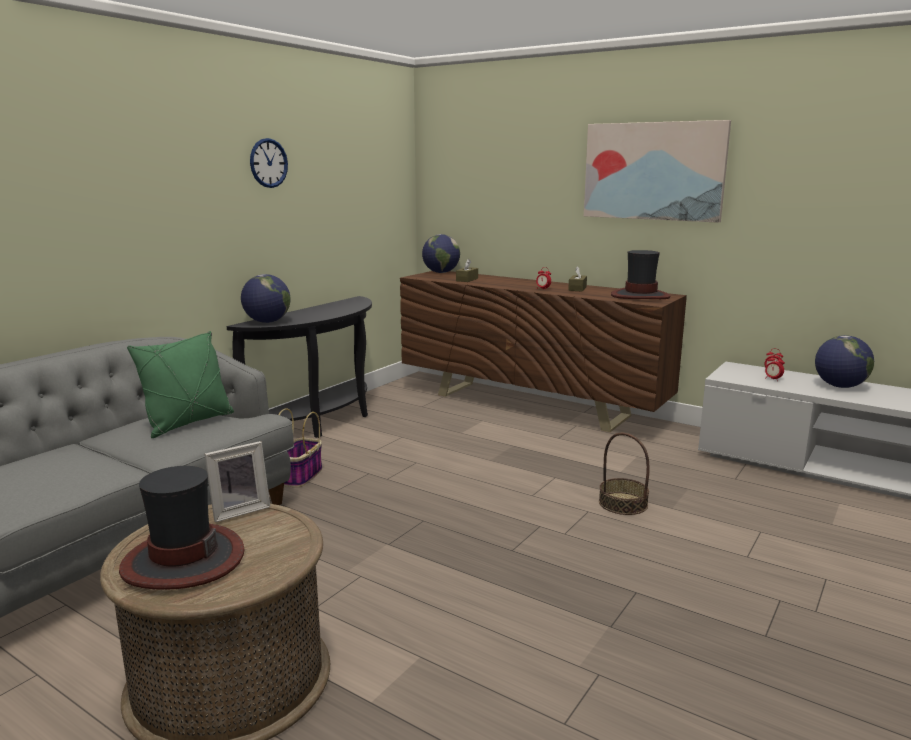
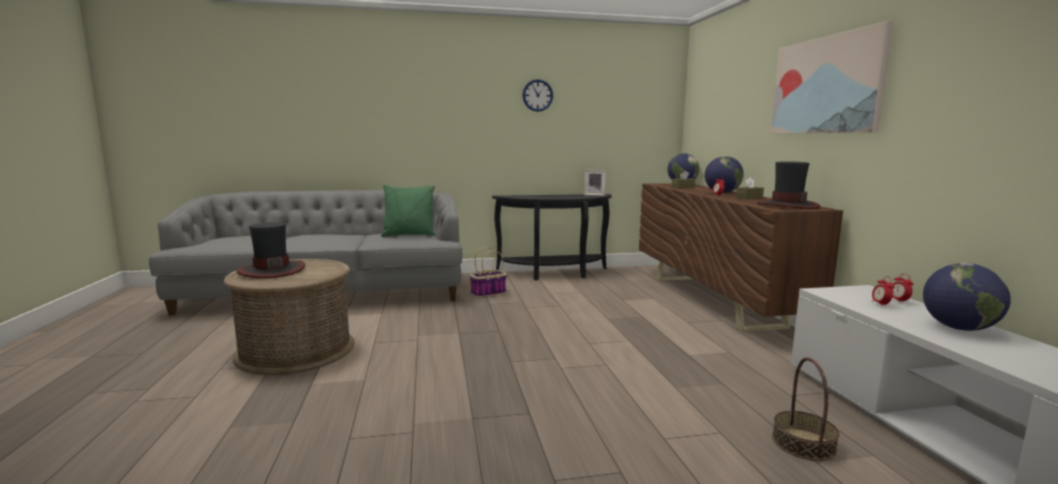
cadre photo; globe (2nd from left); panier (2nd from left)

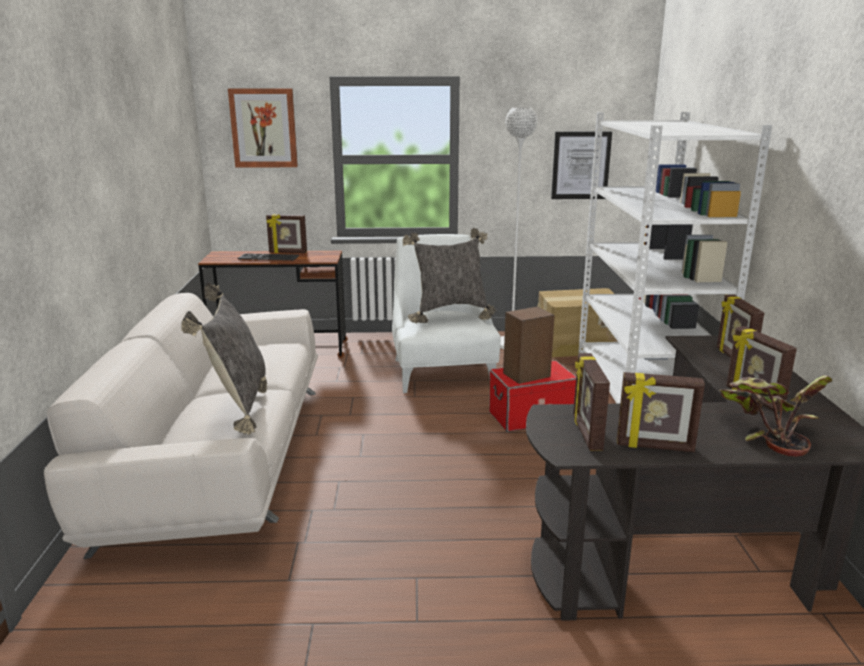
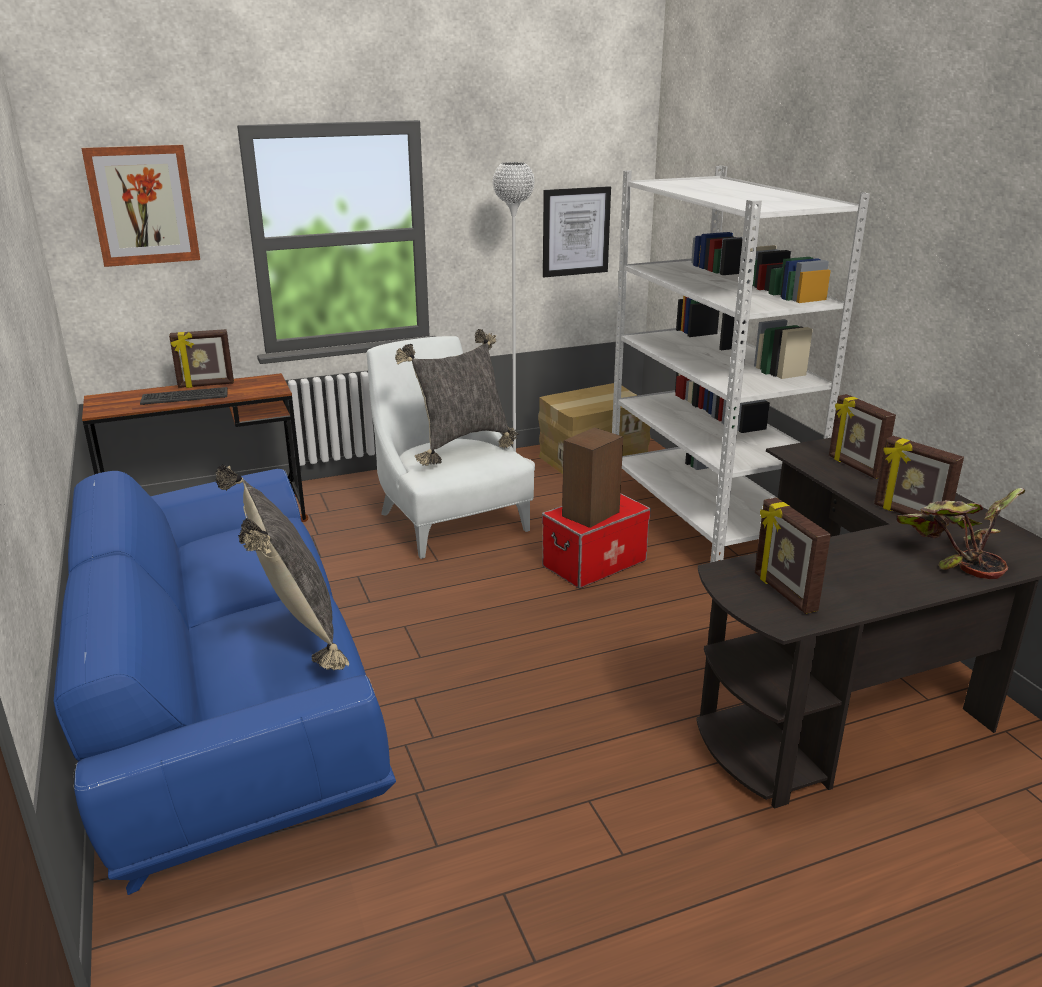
canapé (bleu); cadre photo (3rd from left in the first image)

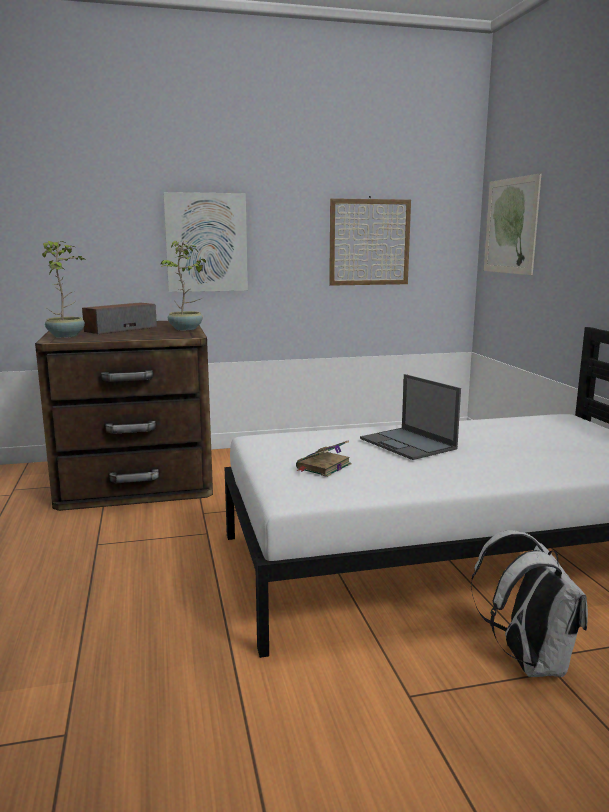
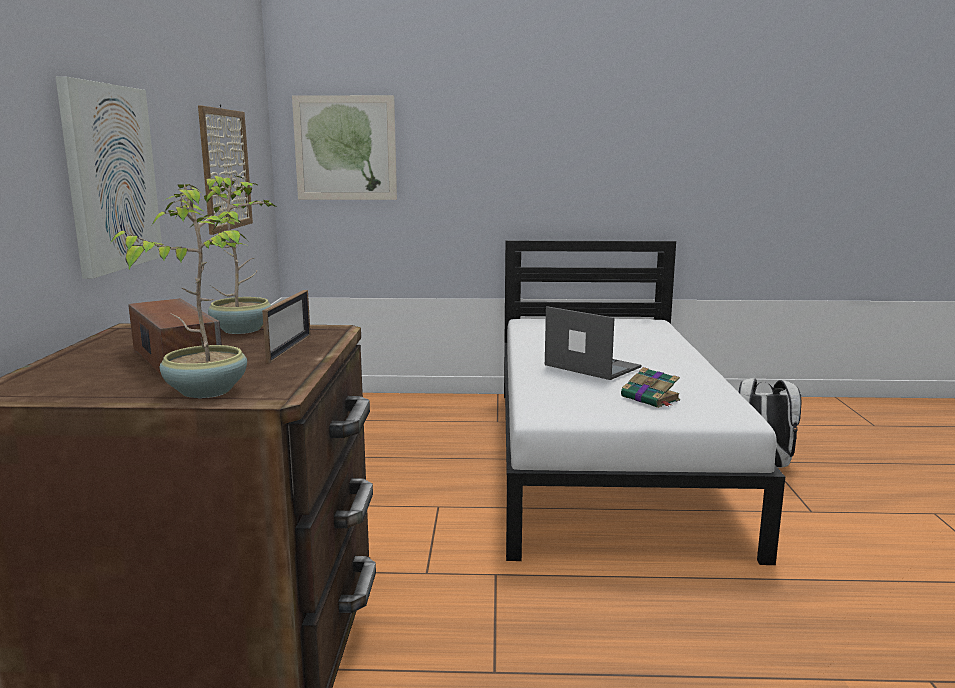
cadre photo; ordinateur portable

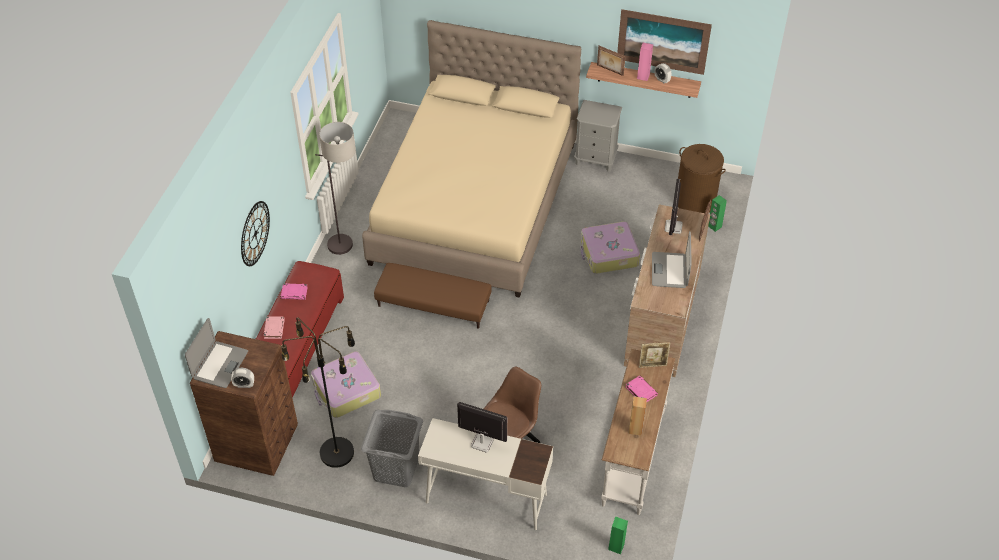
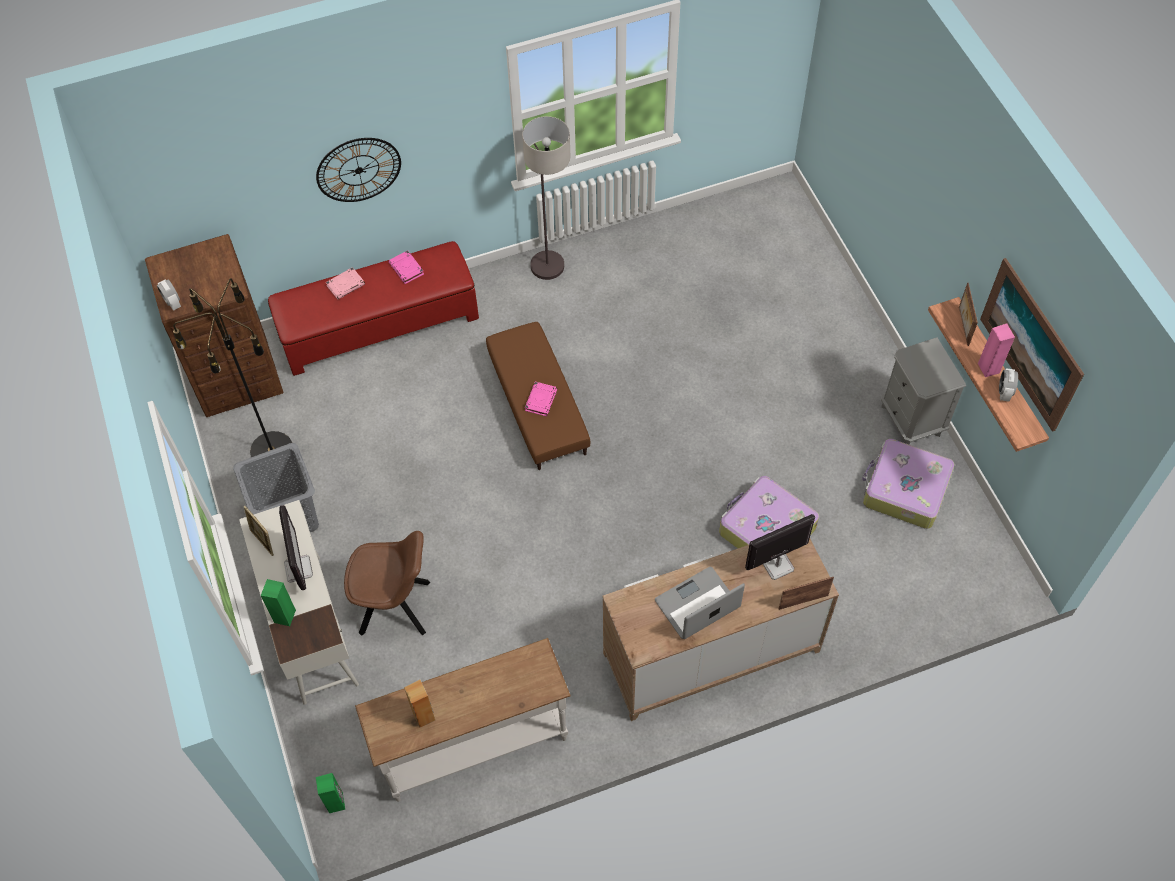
cadre photo (1st from left); enceinte (vert) (1st from left); livre (rose) (3rd from left); valise (2nd from left); ordinateur portable (1st from left in the first image); lit (beige); panier à linge (marron)

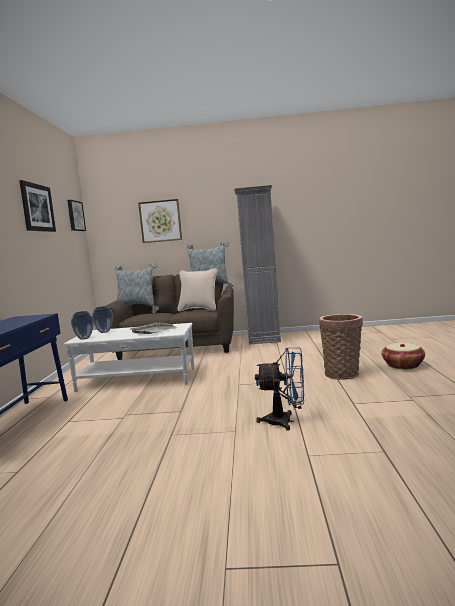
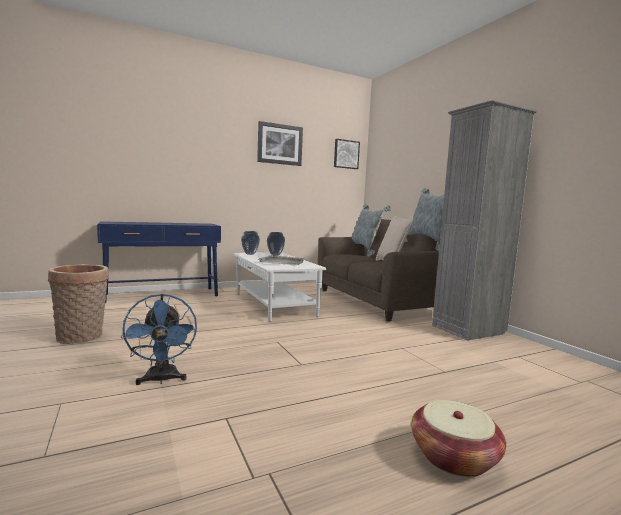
panier (1st from left); tableau (3rd from left in the first image)

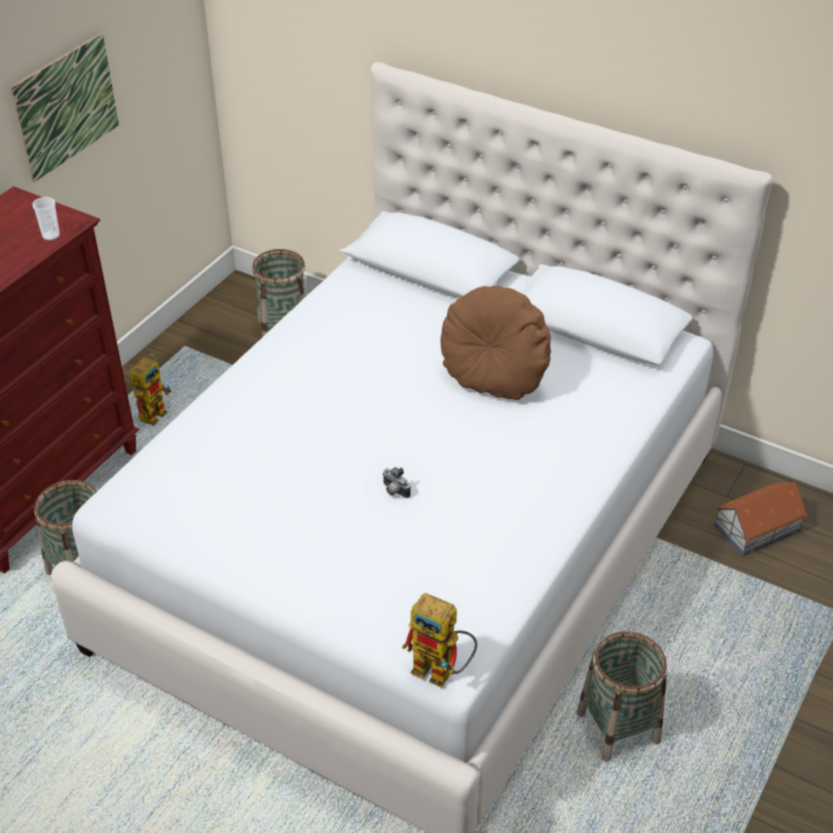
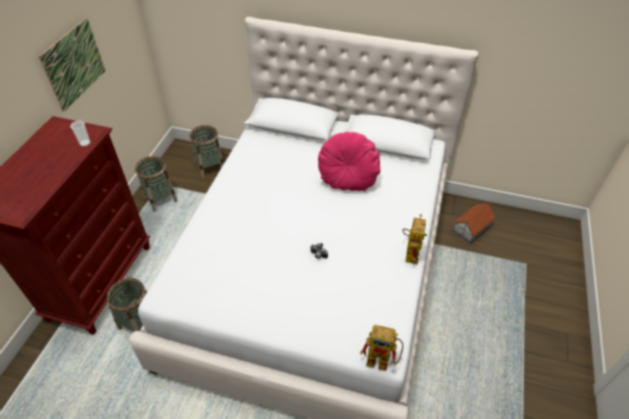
panier (2nd from left); coussin (rose); robot jouet (2nd from left)

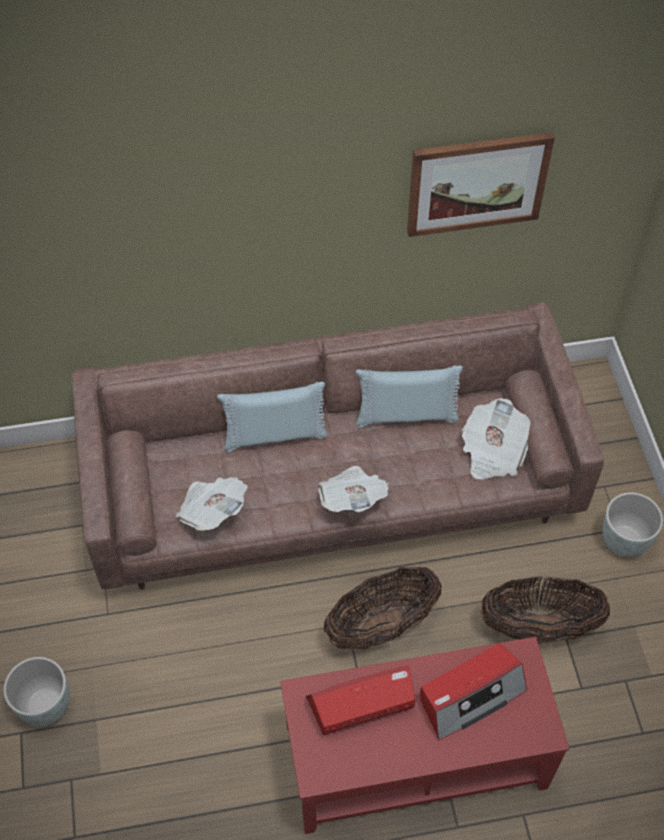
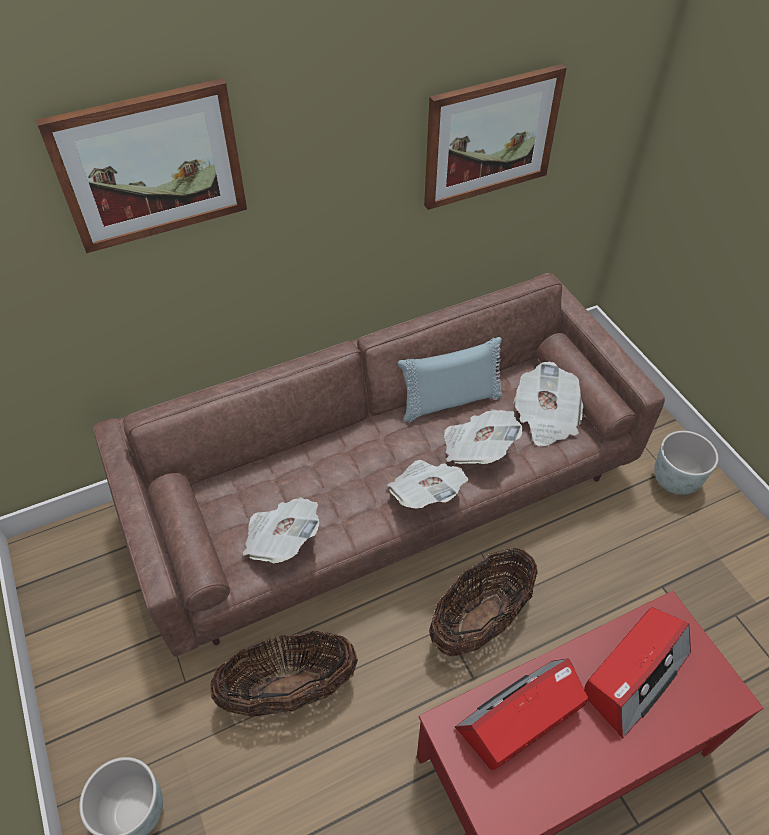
tableau (1st from left); panier (1st from left); journal (3rd from left); coussin (bleu) (1st from left in the first image)

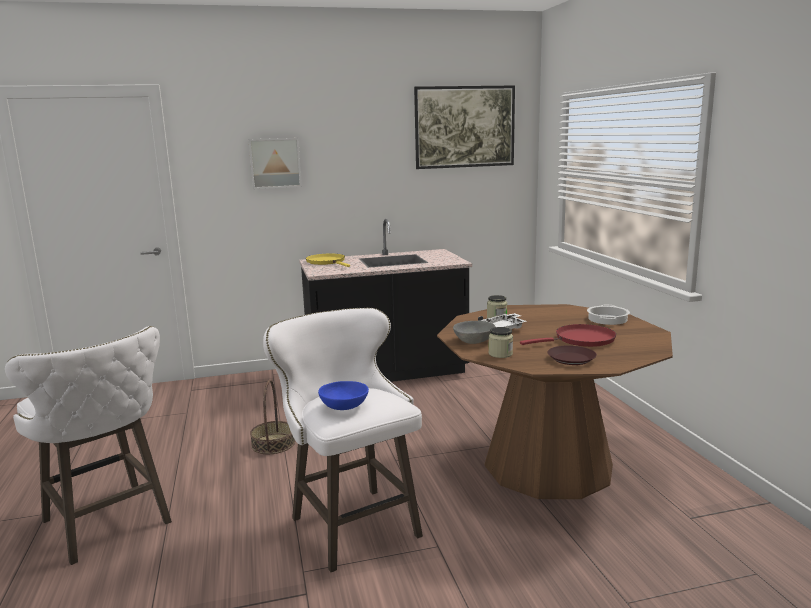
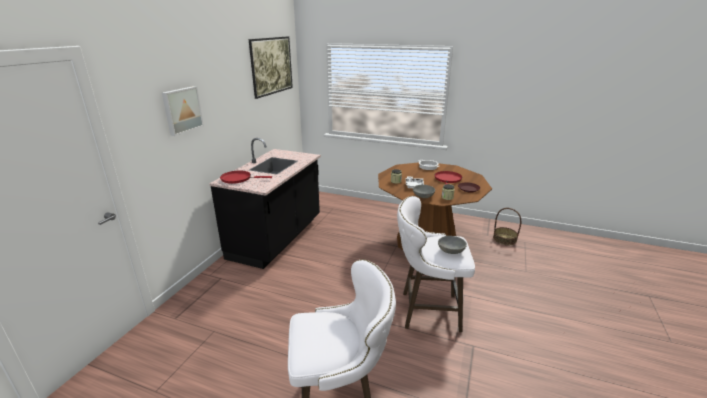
poêle (rouge) (1st from left); bol (gris) (2nd from left); panier

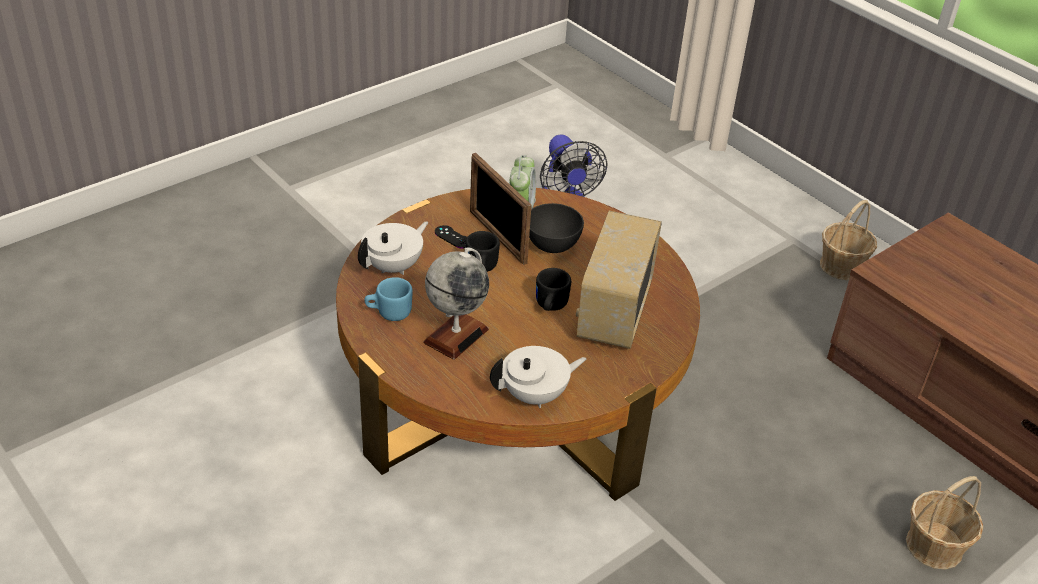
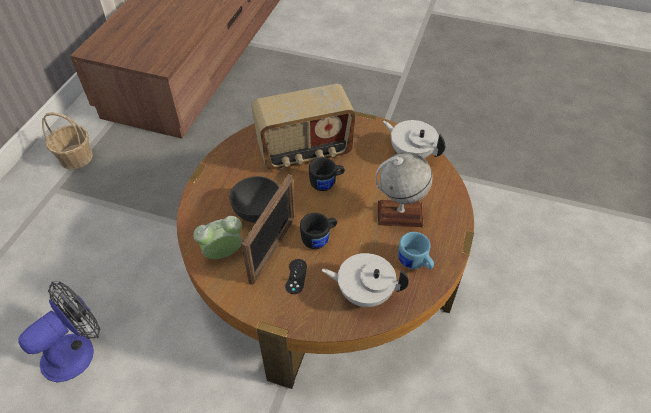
panier (2nd from left in the first image)

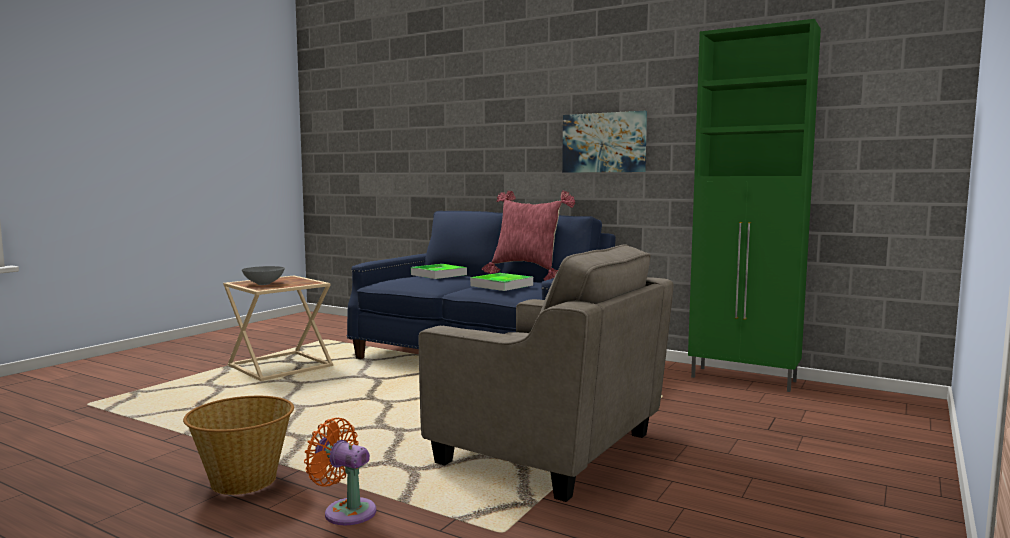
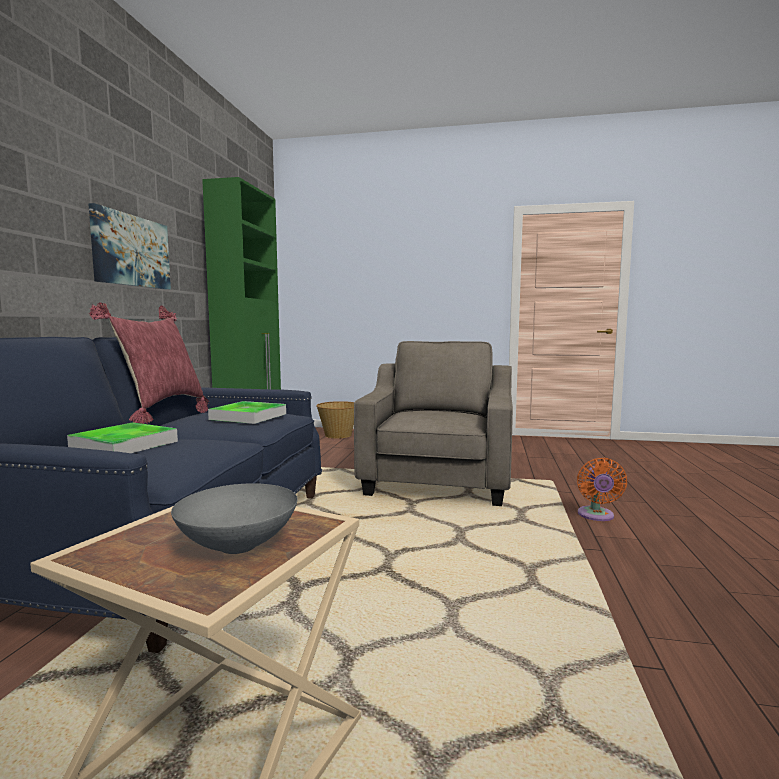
panier

